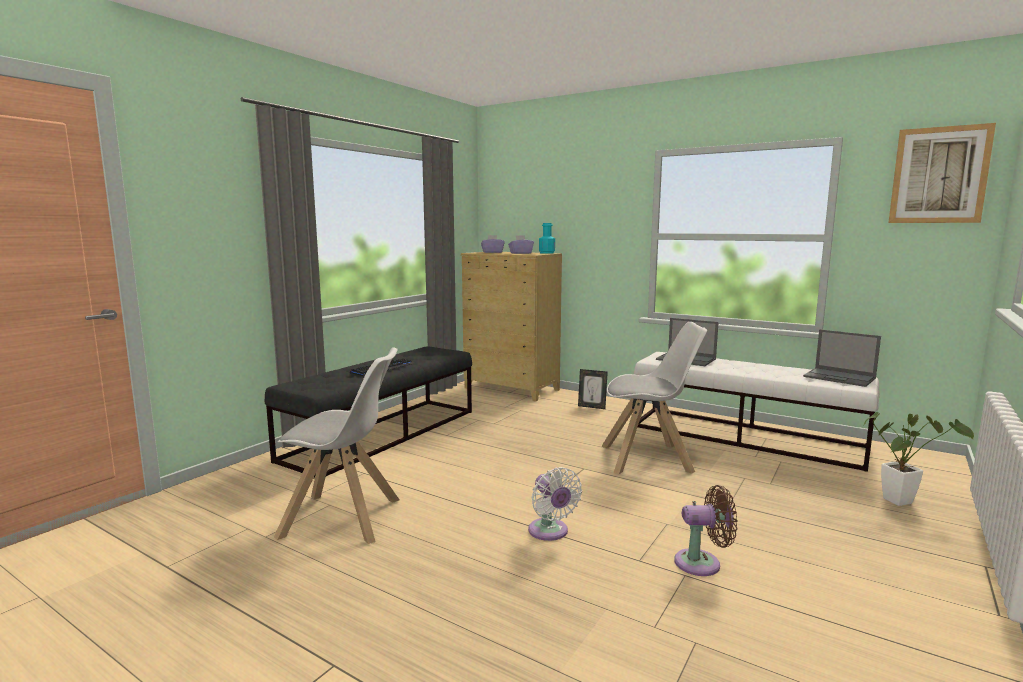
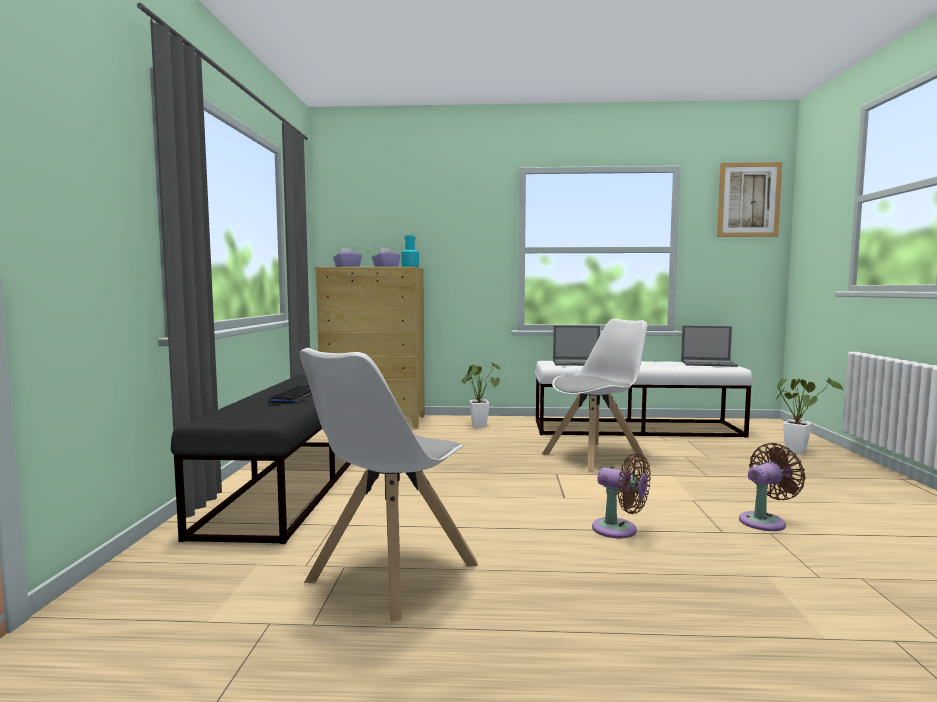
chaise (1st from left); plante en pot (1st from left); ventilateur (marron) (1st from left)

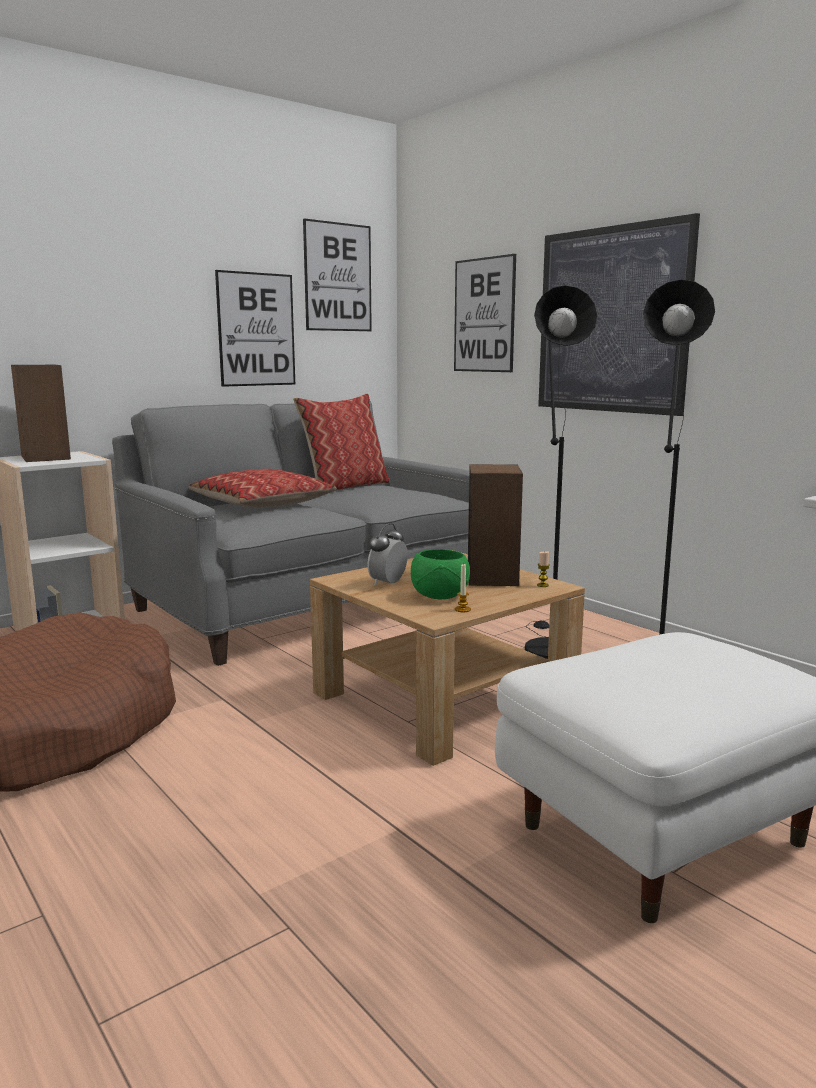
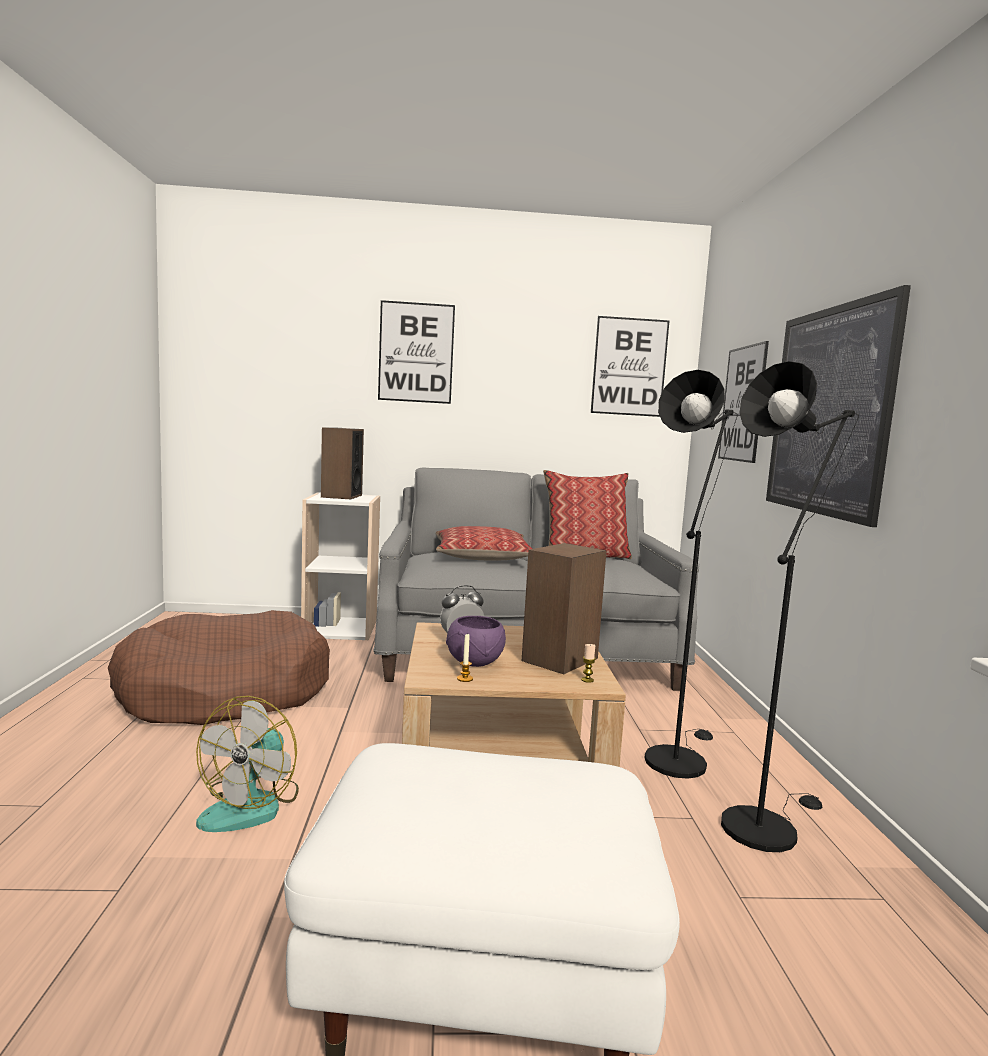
ventilateur; tableau (1st from left); bol (violet)

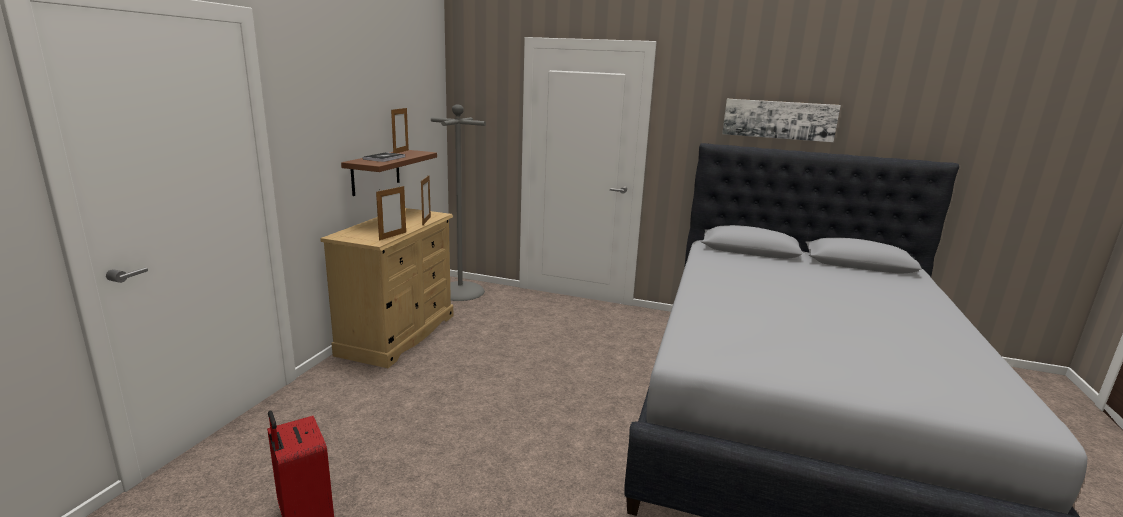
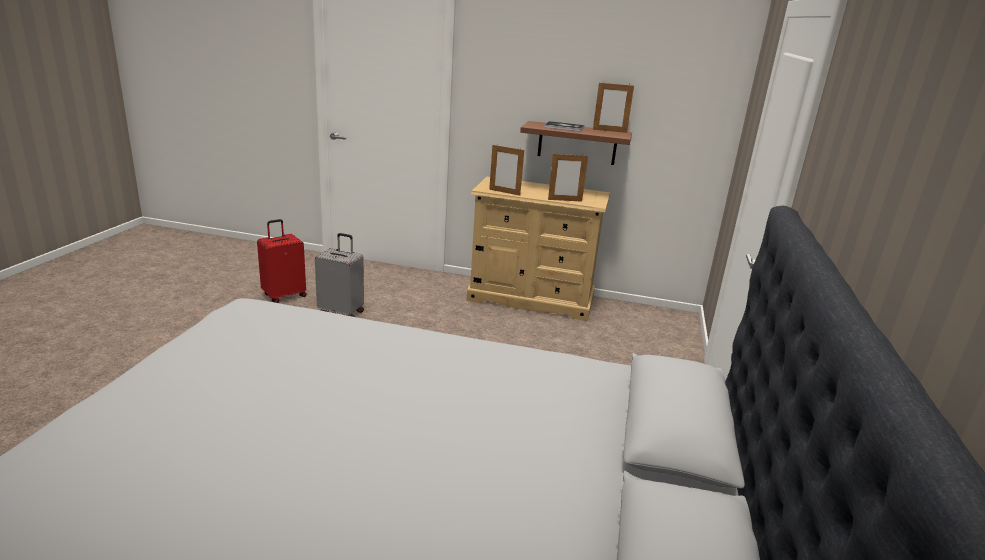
valise (gris); portant (gris); tableau

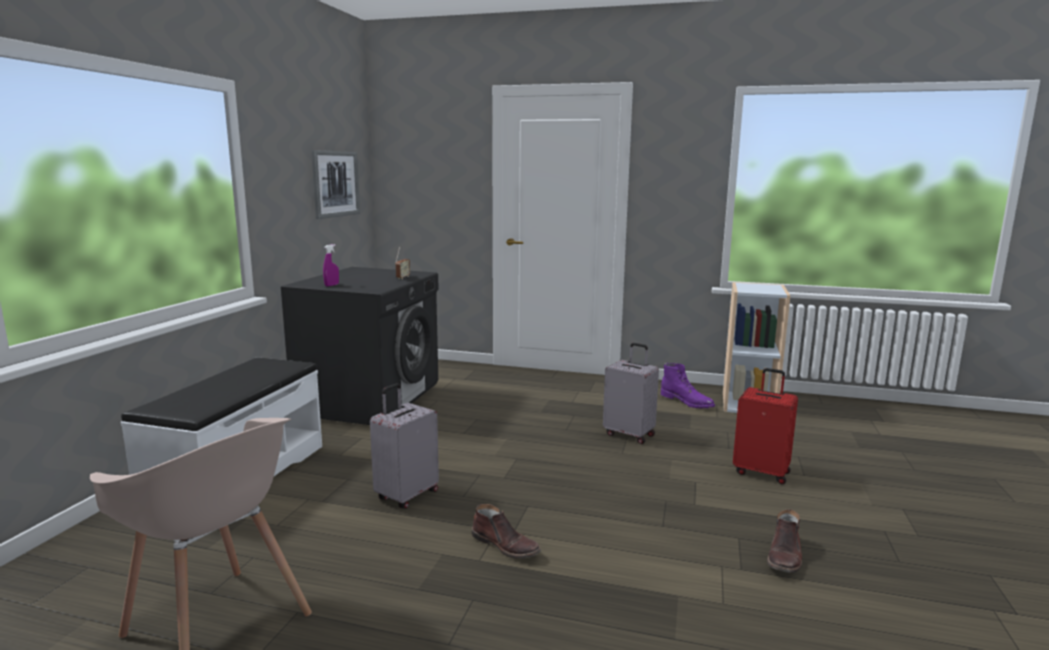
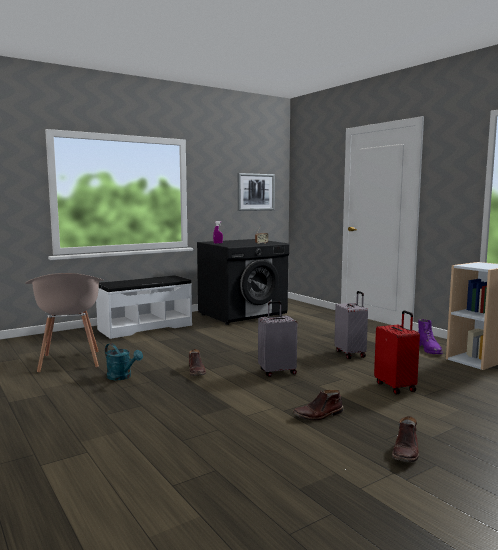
arrosoir (turquoise); valise (gris) (1st from left); botte (marron) (3rd from left)

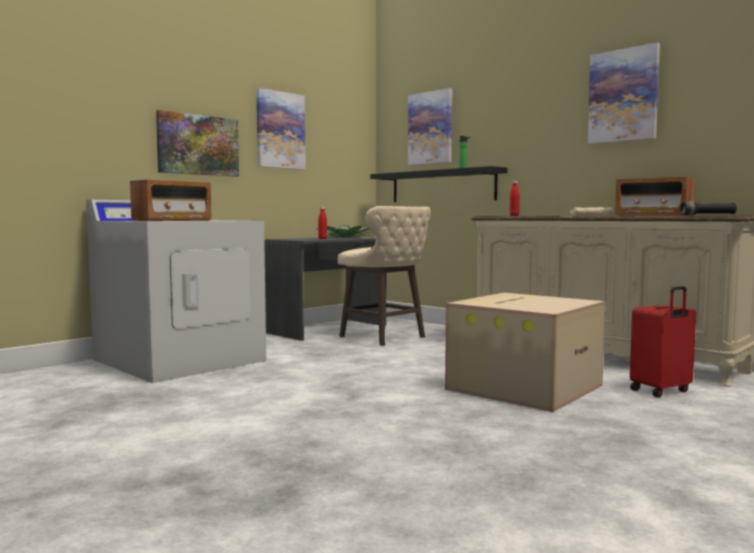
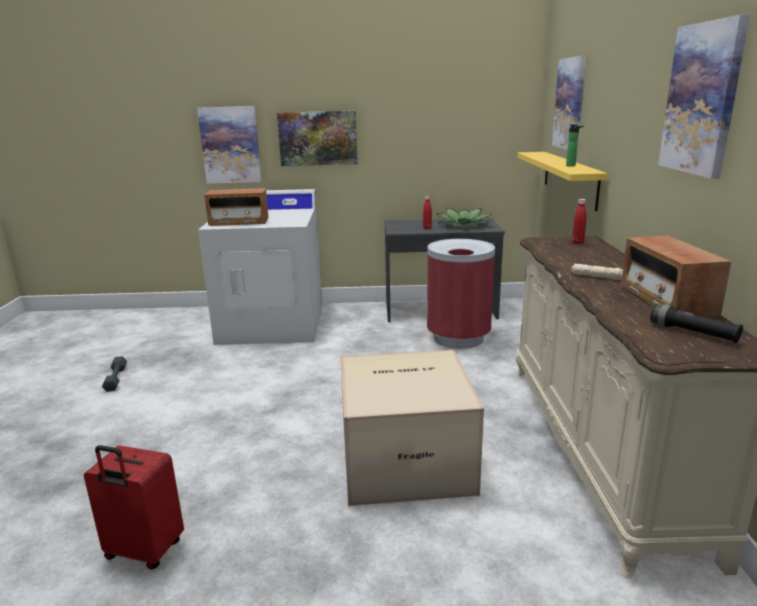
valise (rouge); haltère (gris); tableau (1st from left); poubelle (rouge); étagère (jaune)

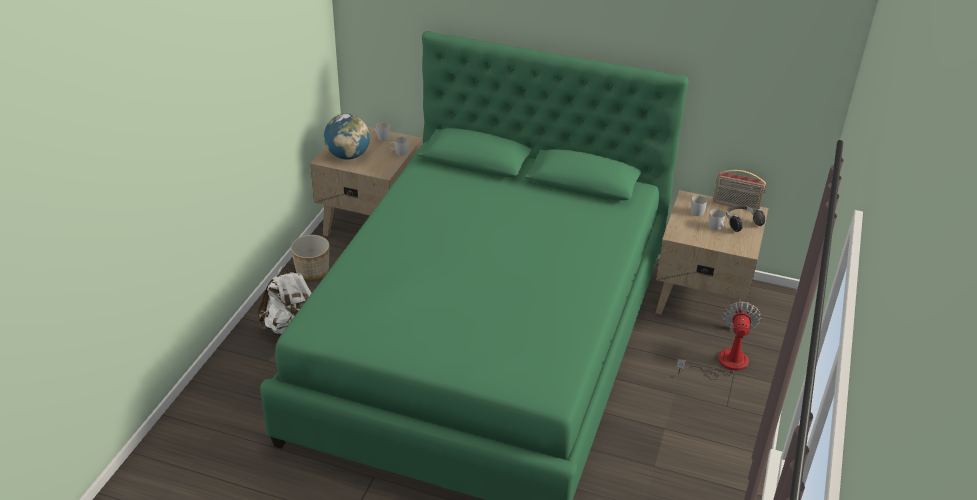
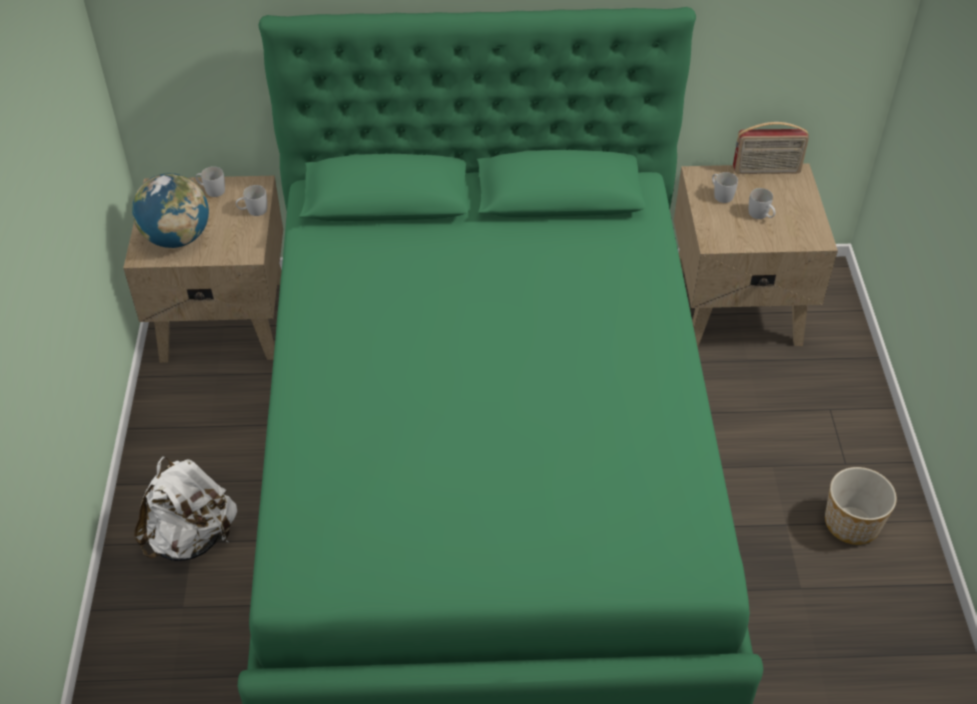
cache-pot; ventilateur; casque audio

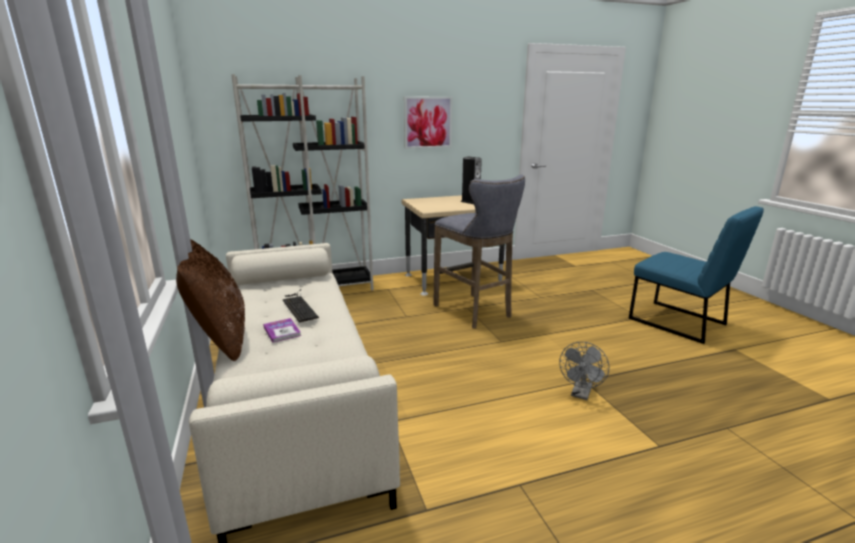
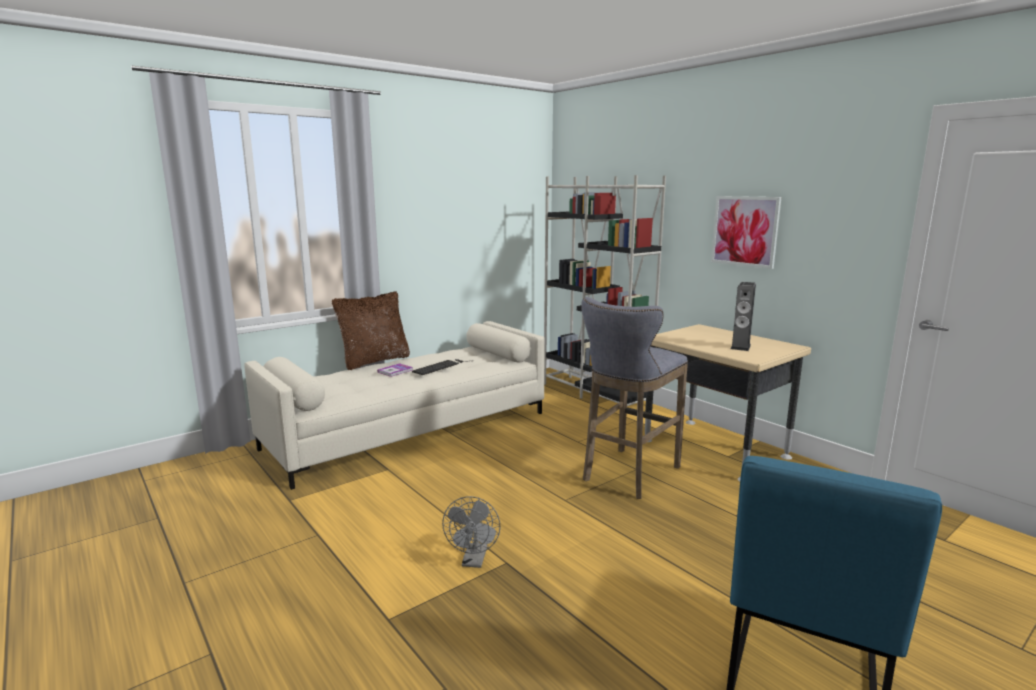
ventilateur (gris)

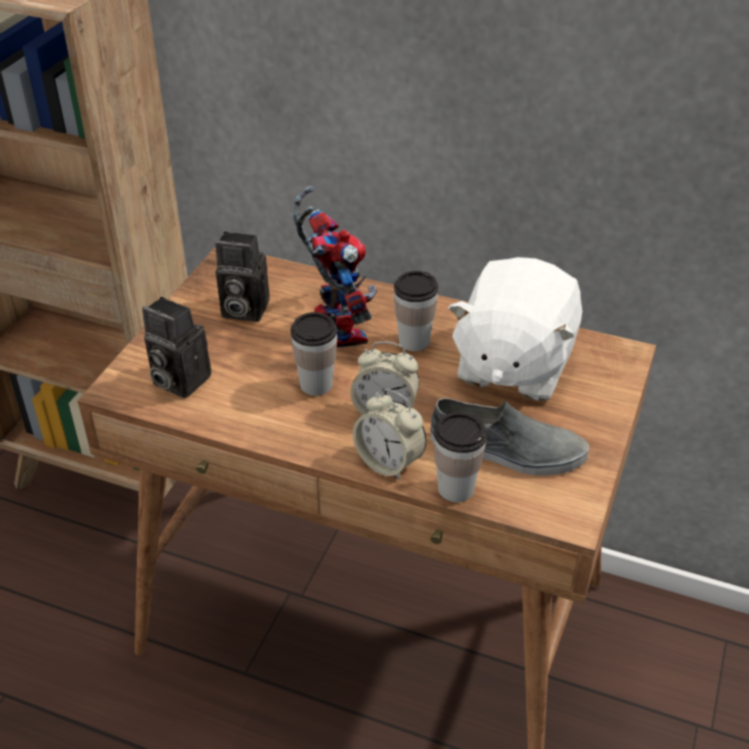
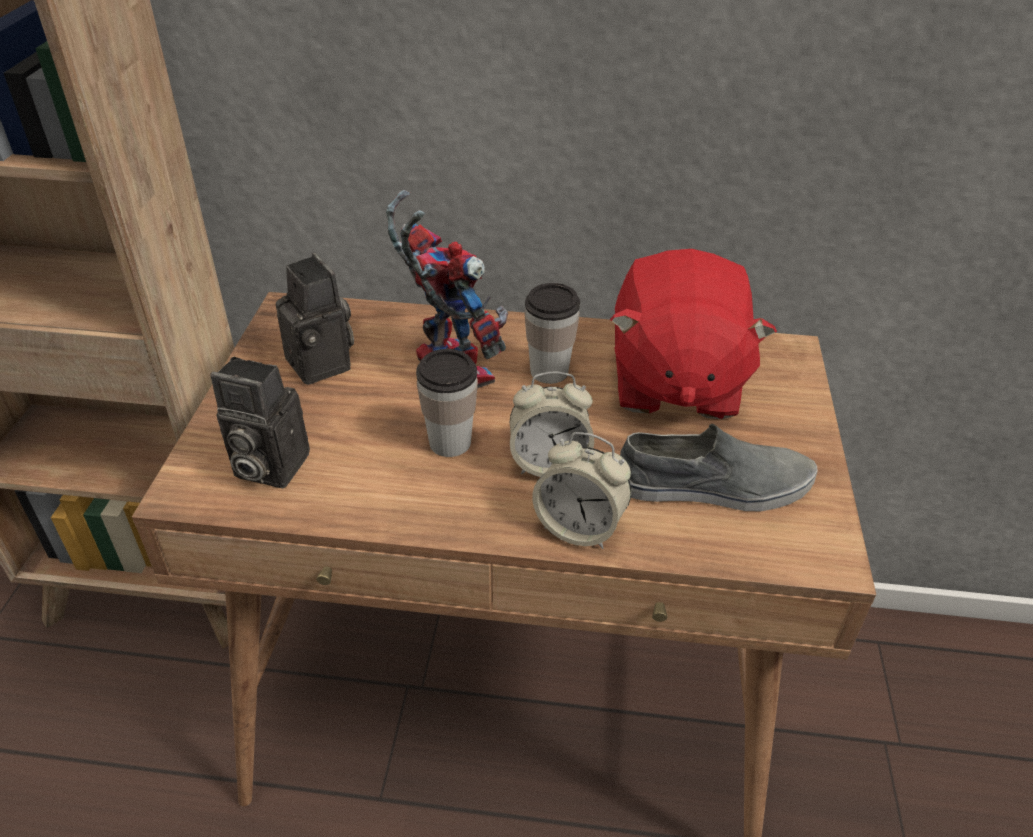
appareil photo (2nd from left); peluche (rouge); tasse (3rd from left in the first image)

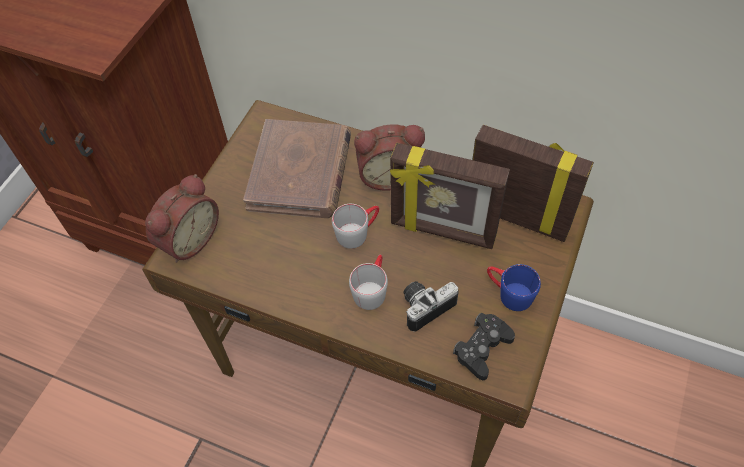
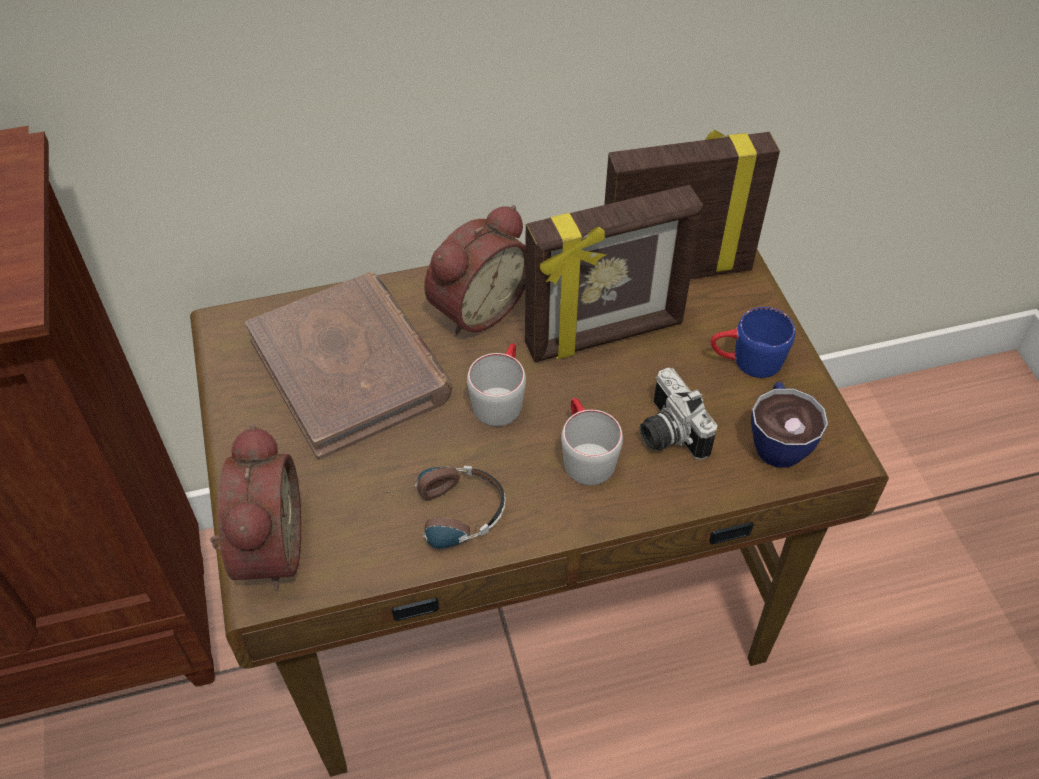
casque audio; appareil photo; tasse

